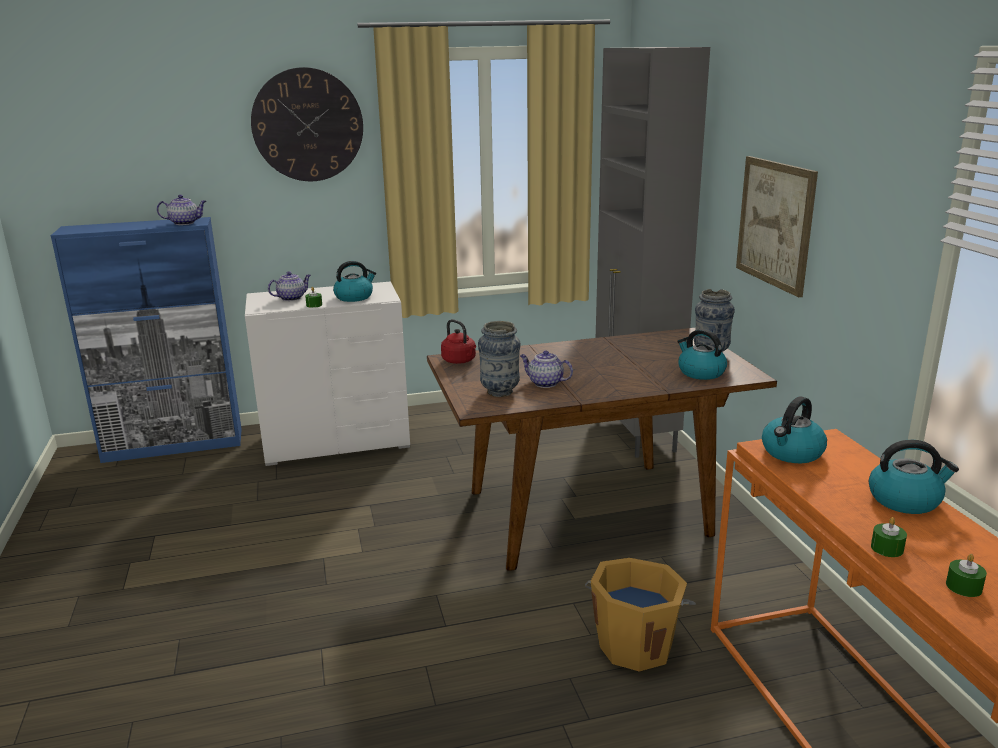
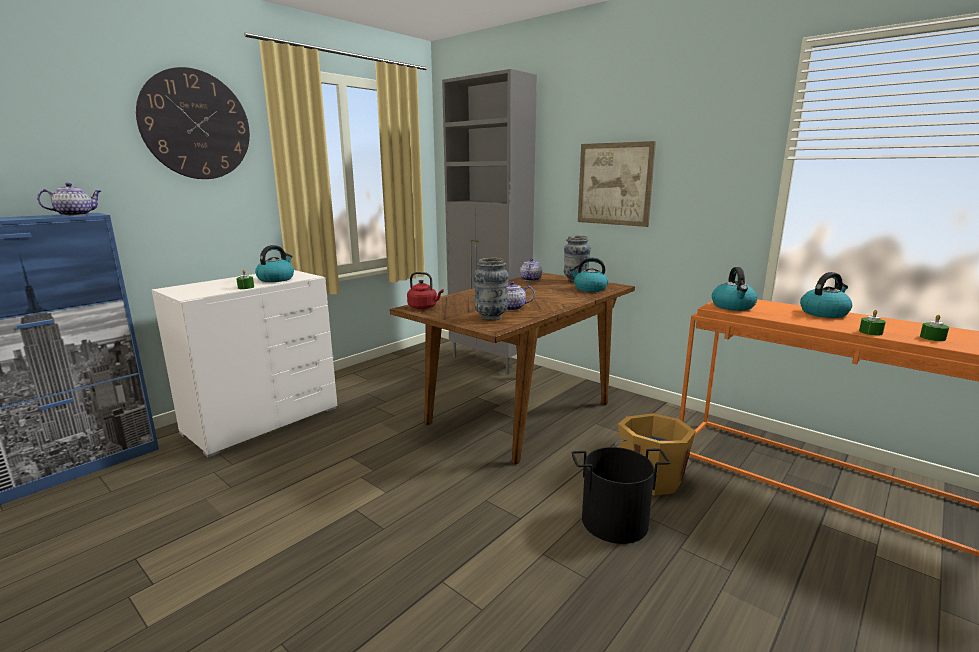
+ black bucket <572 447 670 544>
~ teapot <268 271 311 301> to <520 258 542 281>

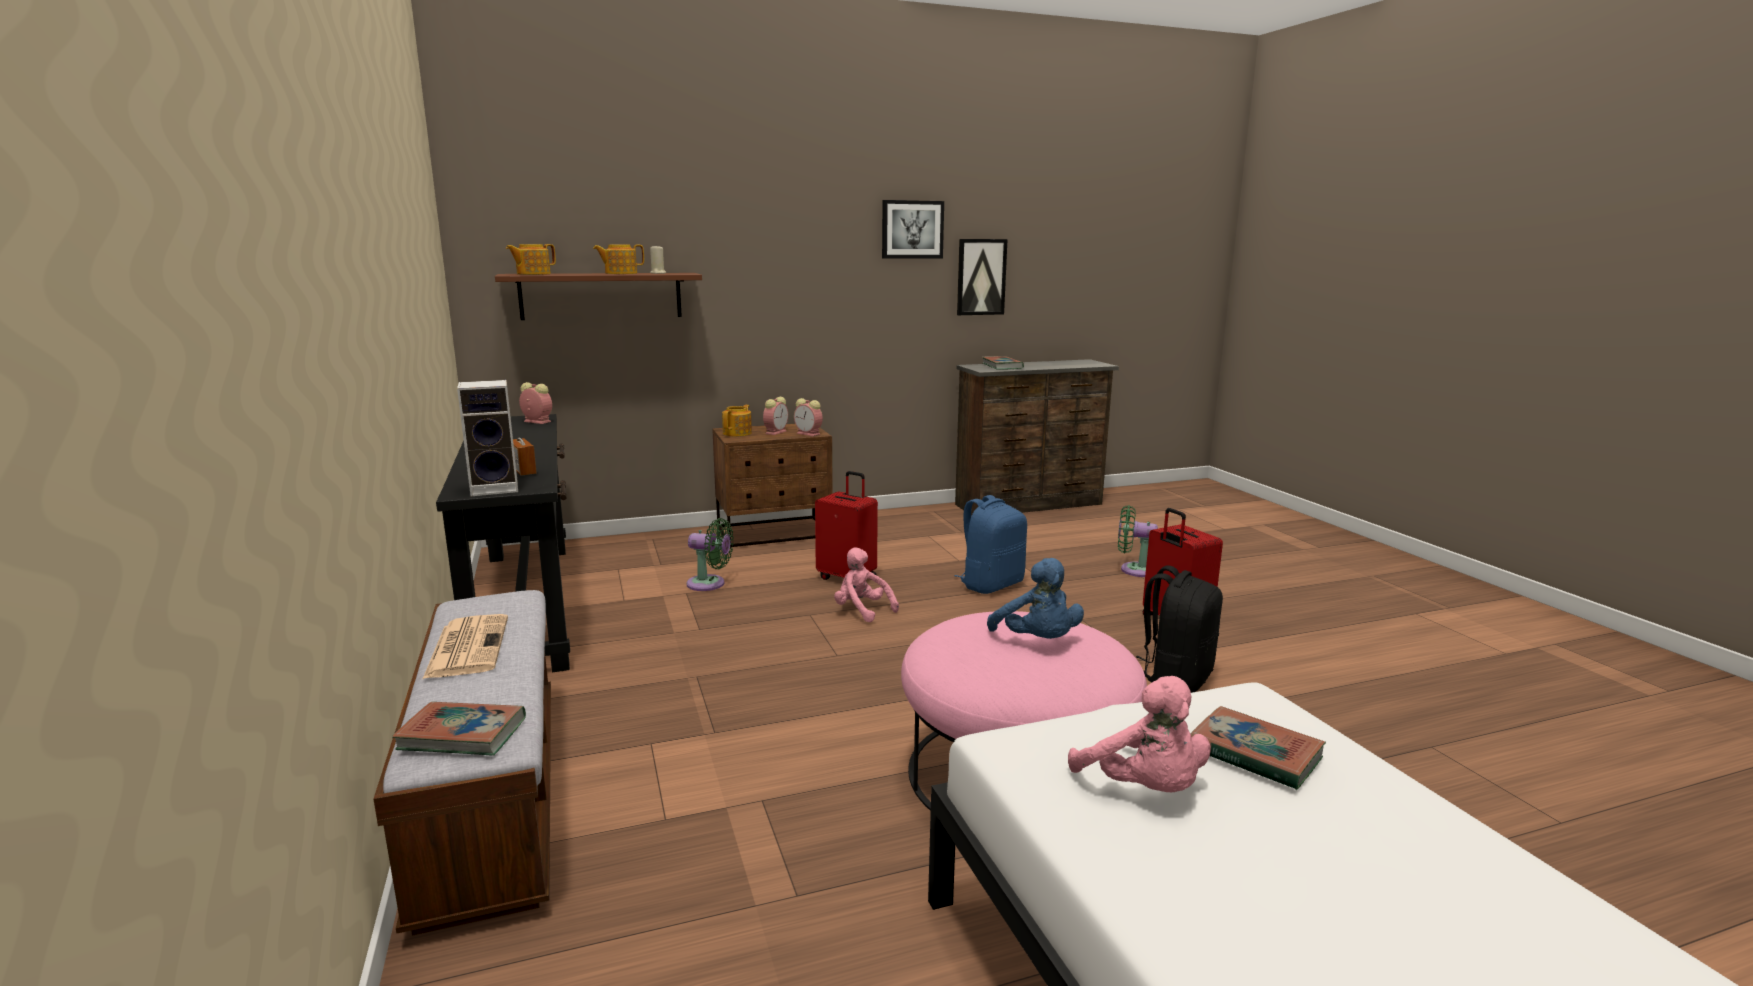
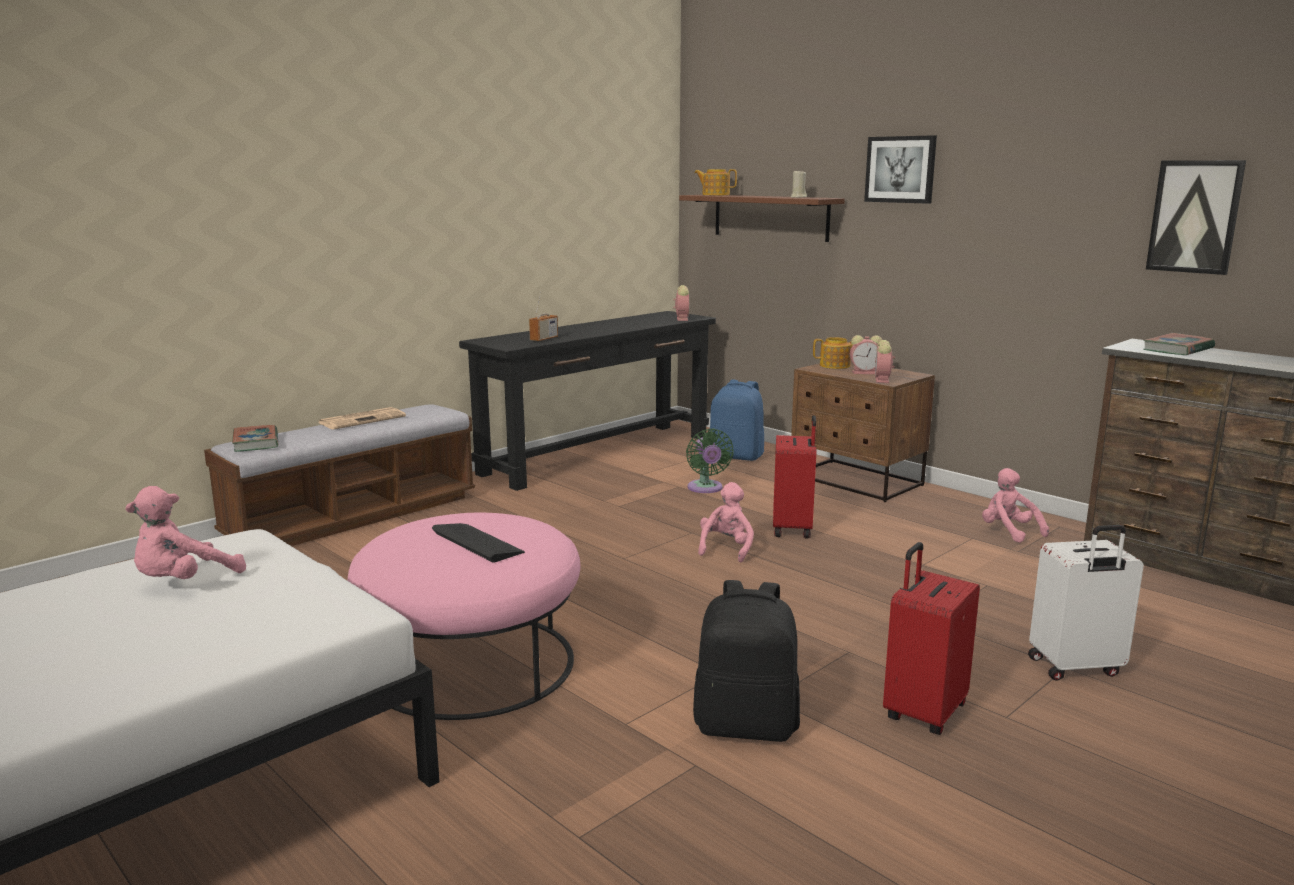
- speaker <457 380 518 496>
- teapot <593 244 644 274>
- book <1190 706 1326 790>
+ pink plush toy <982 468 1049 543>
~ picture <882 200 944 258> to <864 135 937 204>
~ blue backpack <955 495 1027 594> to <709 380 764 461>
~ blue plush toy <987 558 1084 639> to keyboard <432 523 525 562>
~ green fan <1118 505 1158 577> to white suitcase <1028 525 1144 681>

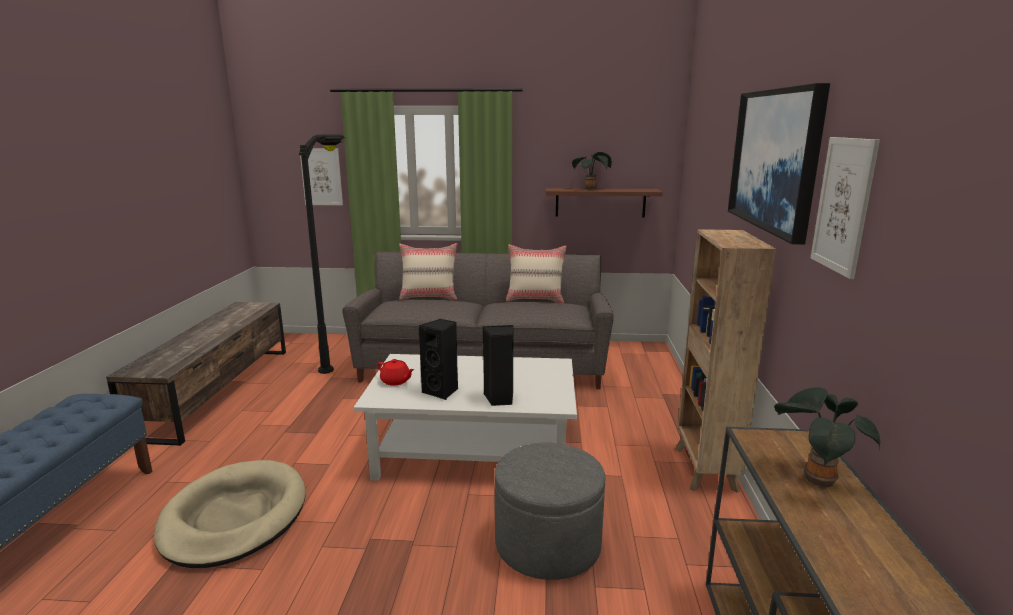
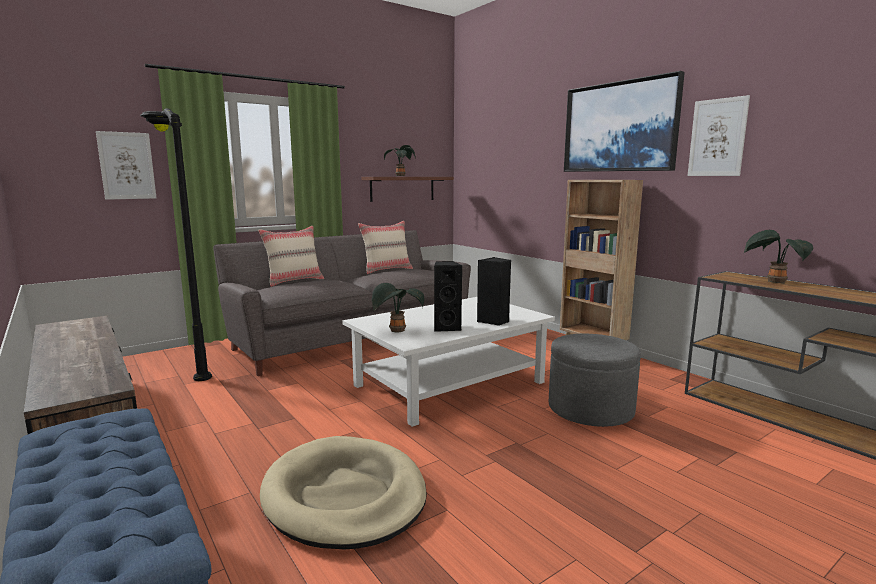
~ red teapot <377 359 414 386> to potted plant <372 283 424 333>

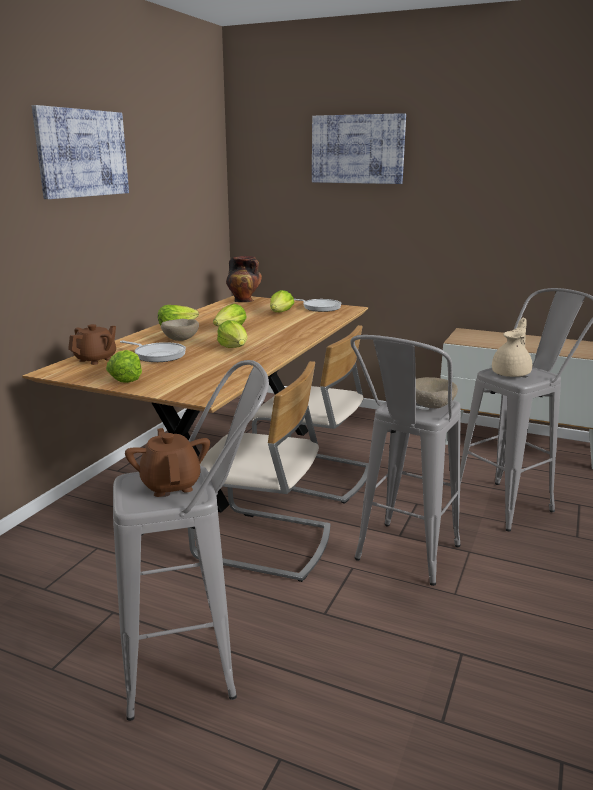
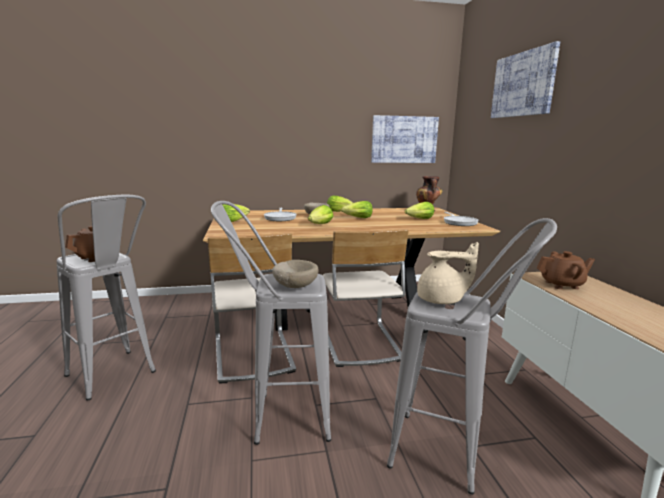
~ picture <32 105 129 199> to <371 115 439 163>
~ brown teapot <68 324 116 365> to <537 251 595 289>

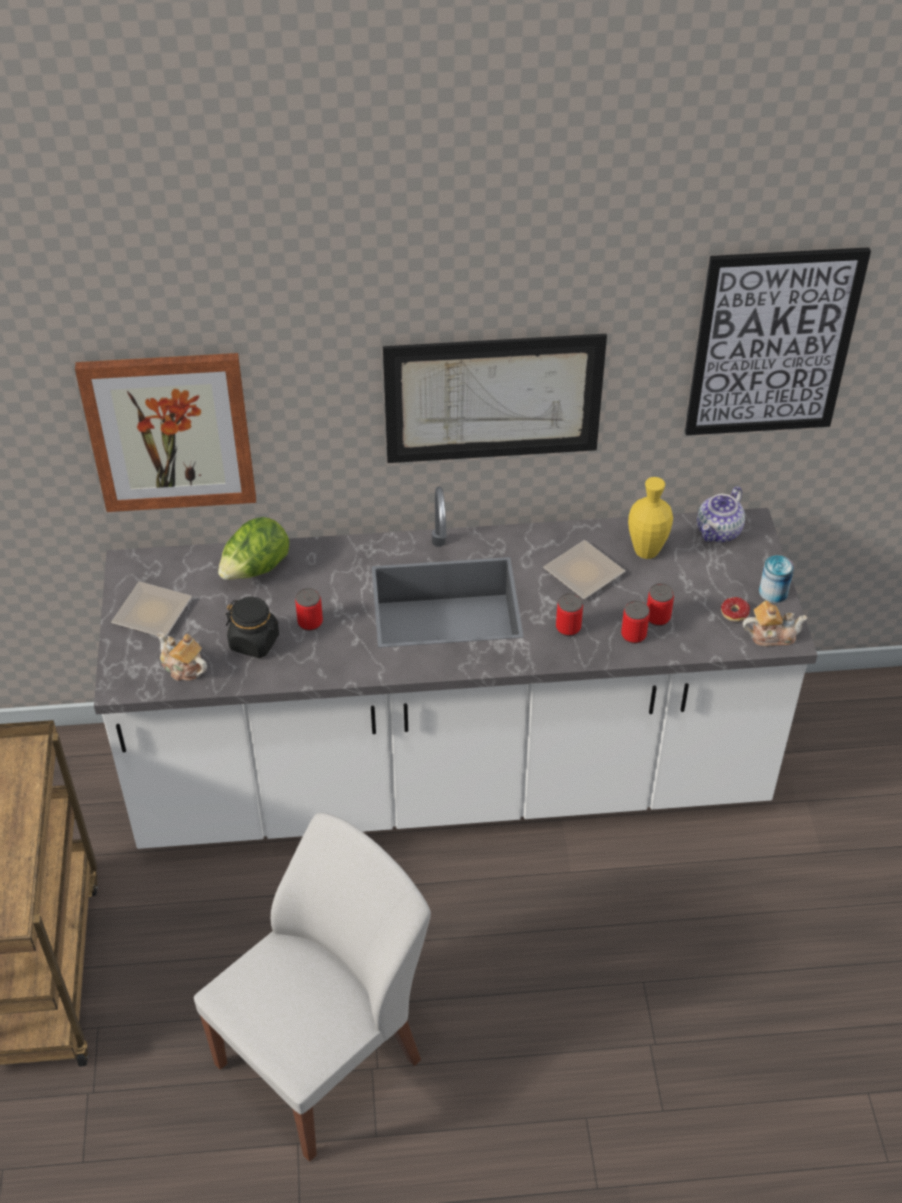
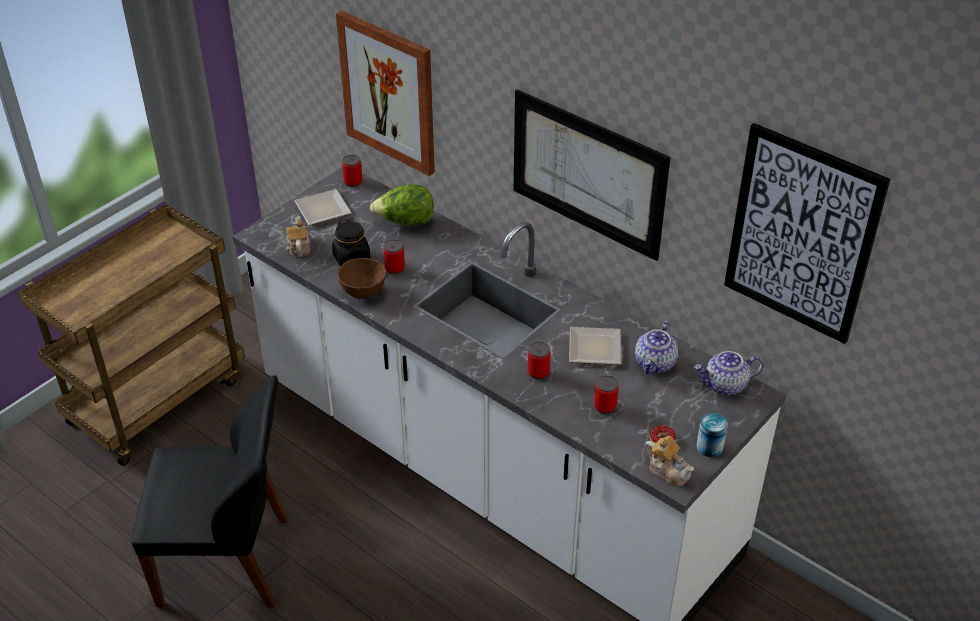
+ brown bowl <337 258 386 299>
~ can <621 601 650 644> to <342 155 362 187>
~ yellow vase <628 477 673 559> to teapot <635 321 678 374>
~ white chair <194 813 431 1162> to black chair <131 375 288 608>

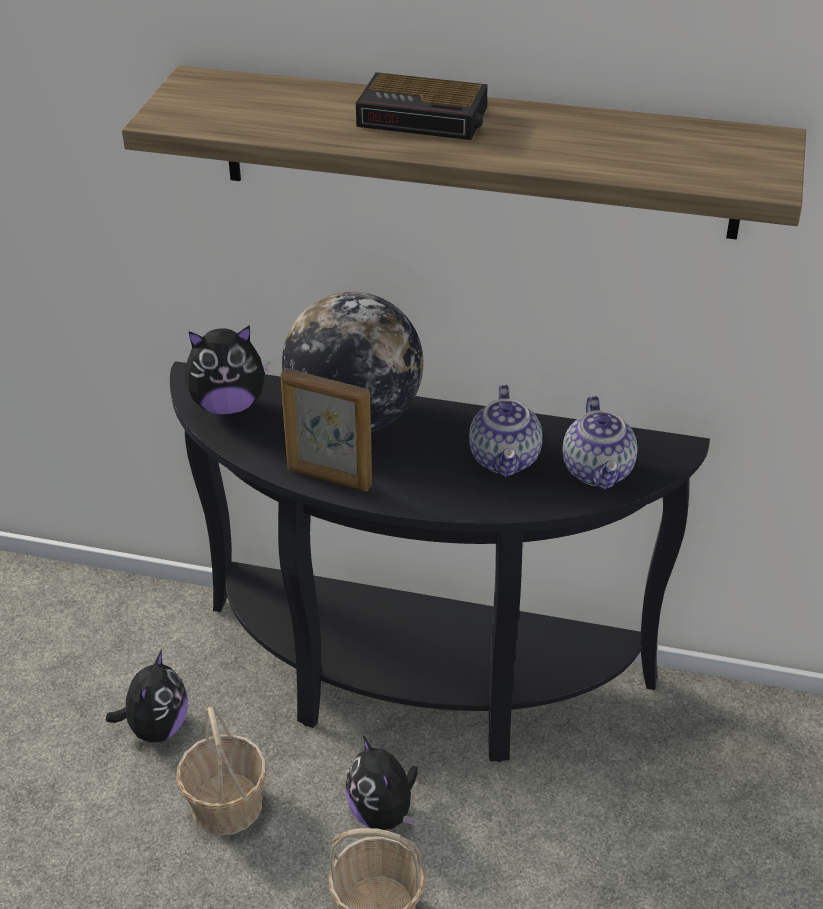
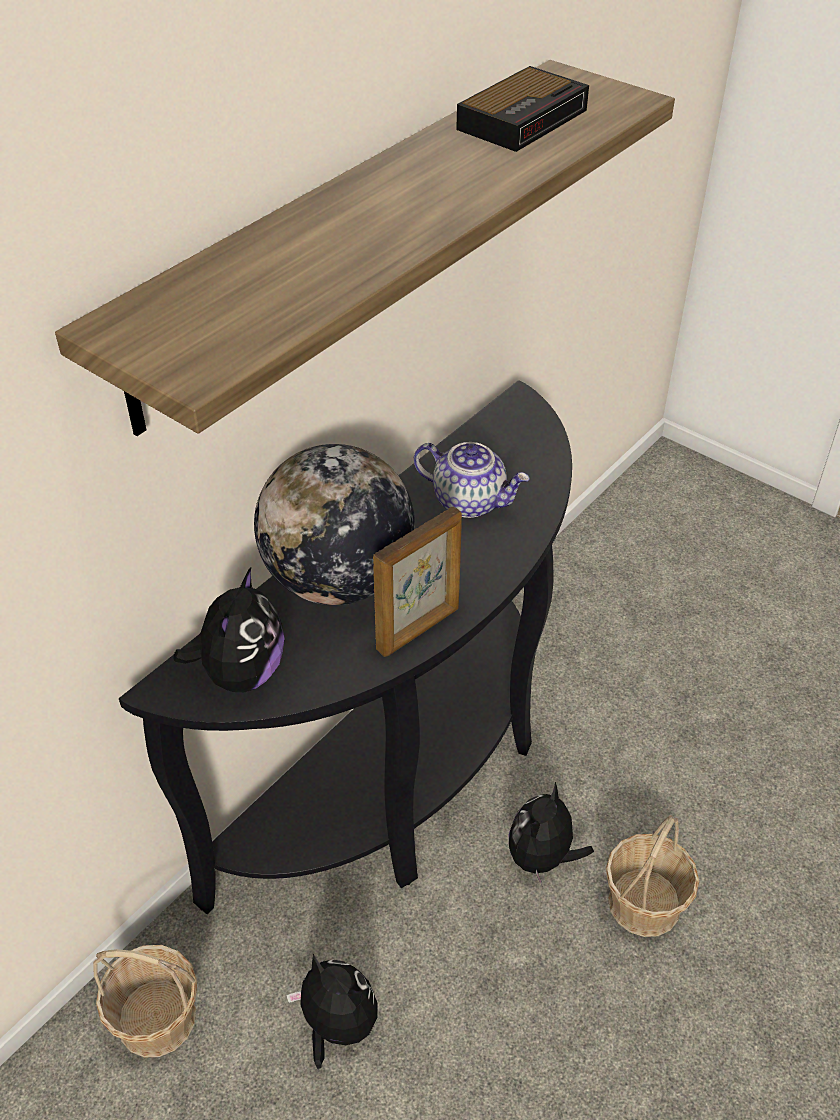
- teapot <563 395 638 490>
~ basket <176 706 266 835> to <93 945 197 1058>
~ alarm clock <356 72 488 140> to <456 66 589 152>
~ plush toy <345 736 418 830> = <509 782 594 885> 120 degrees clockwise

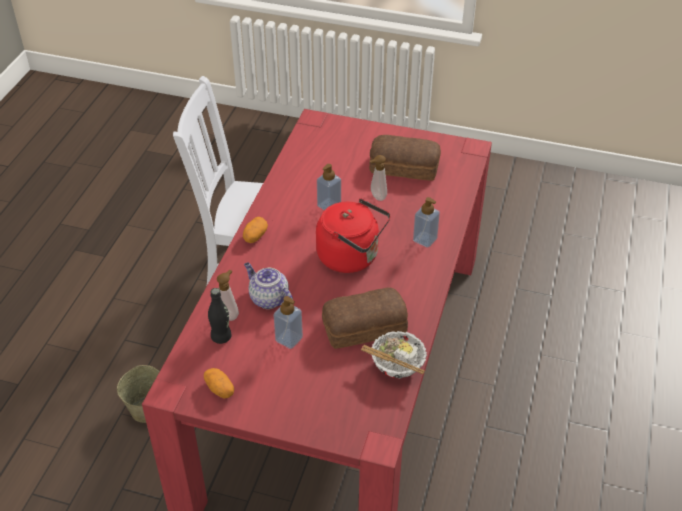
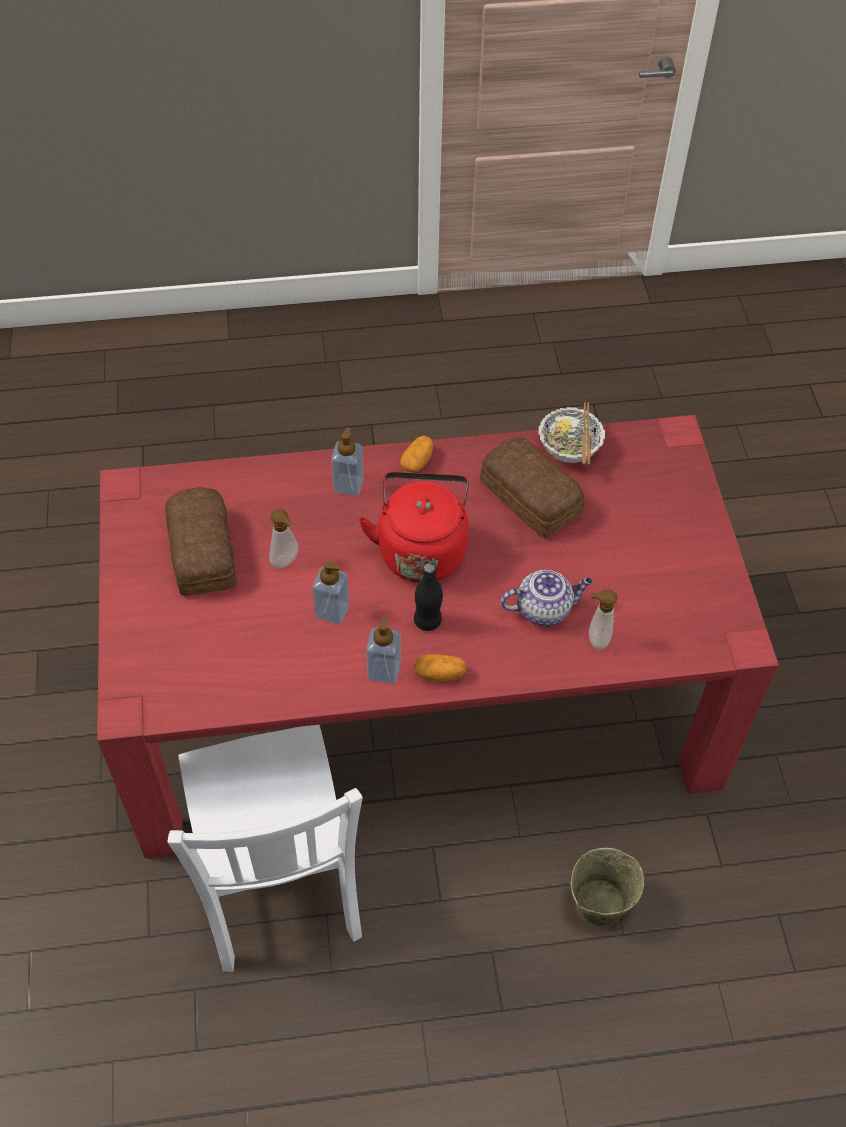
~ potato <204 368 235 399> to <400 436 433 473>
~ black bottle <208 288 232 344> to <414 563 443 631>
~ soap dispenser <274 296 303 349> to <366 616 401 684>
~ teapot <244 263 293 309> = <500 570 593 626> 120 degrees counterclockwise

